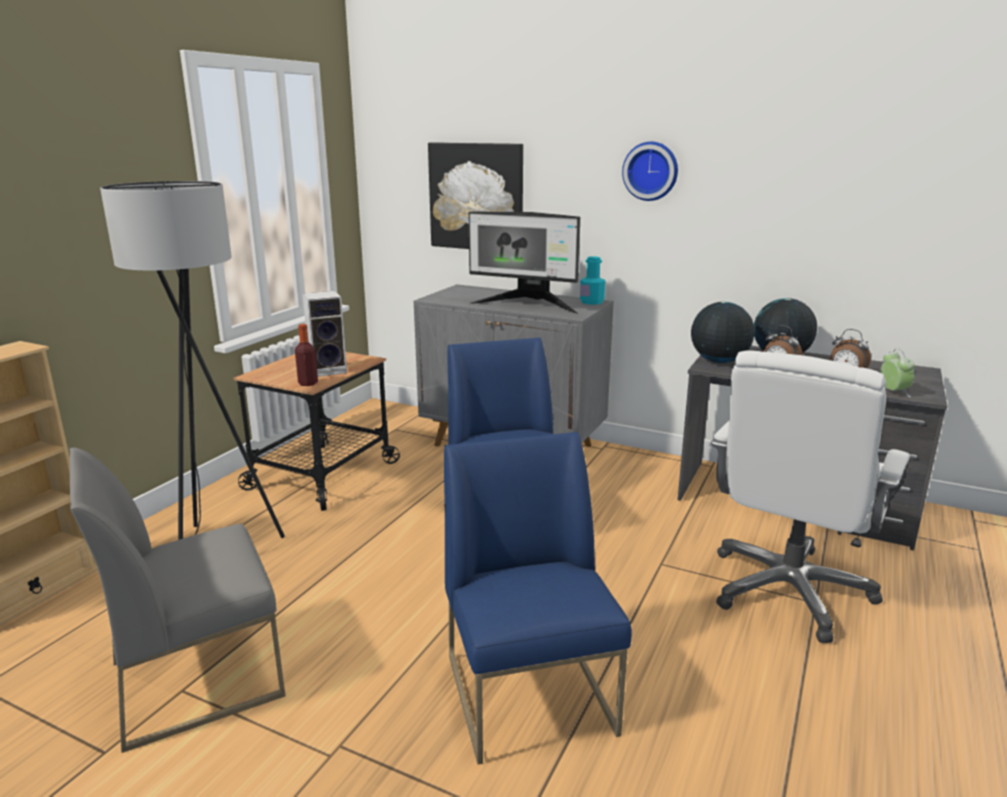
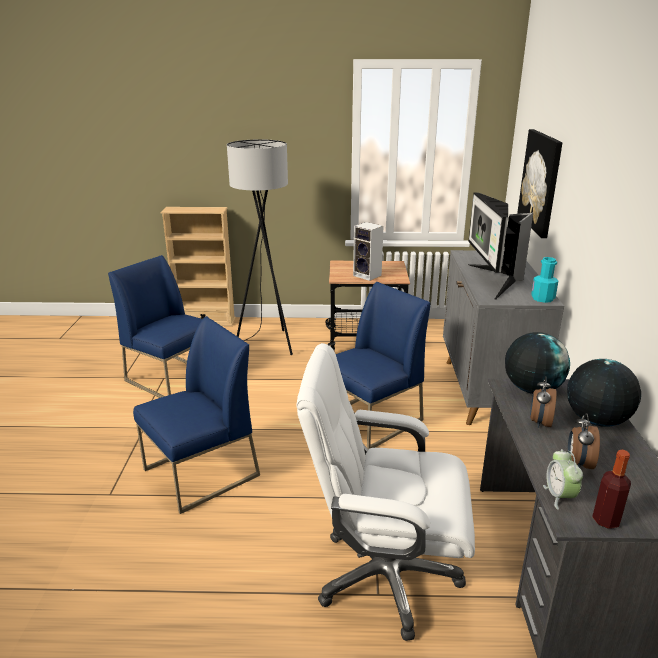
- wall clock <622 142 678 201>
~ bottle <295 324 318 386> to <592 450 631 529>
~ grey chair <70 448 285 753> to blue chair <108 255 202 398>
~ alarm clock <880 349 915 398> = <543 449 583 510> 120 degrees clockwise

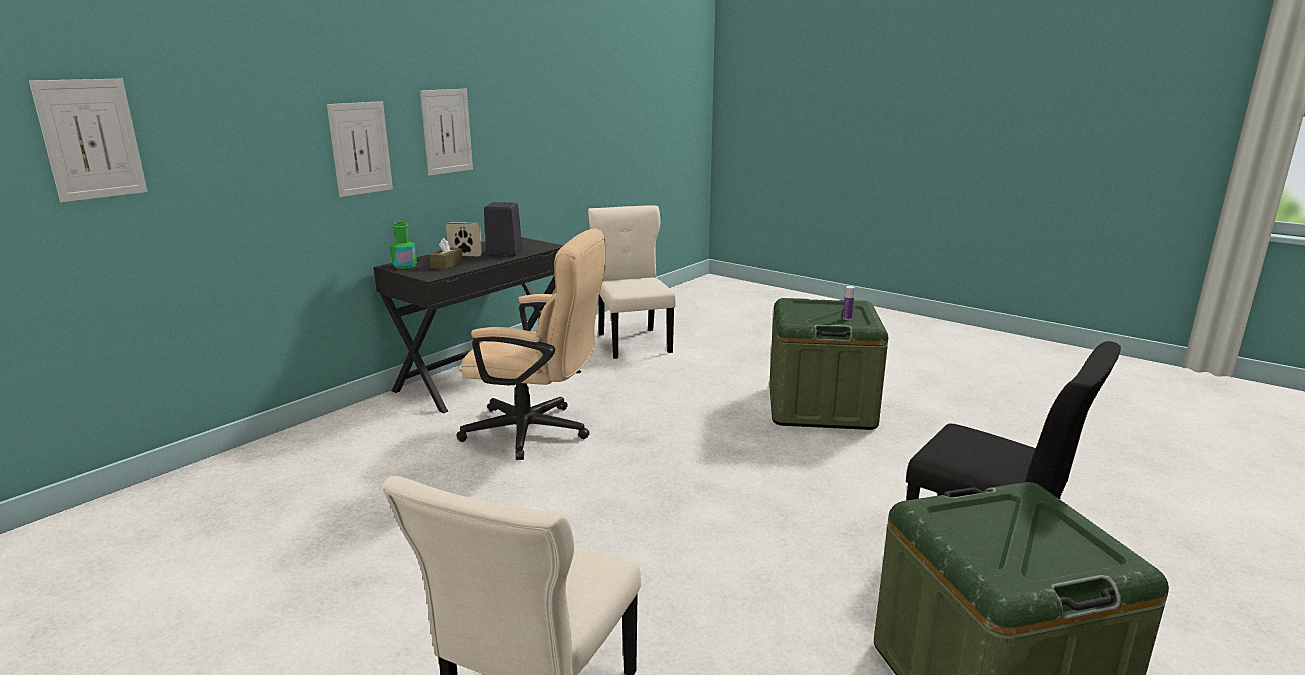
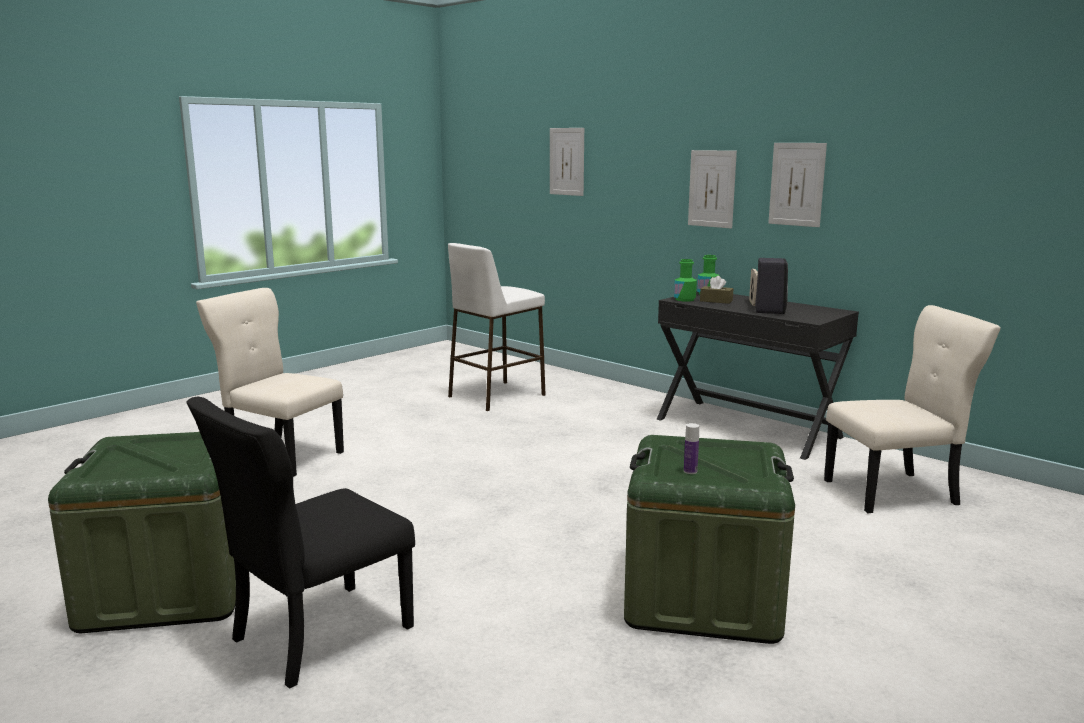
- beige office chair <456 229 606 460>
+ white stool <448 243 546 411>
+ green bottle <674 259 697 302>

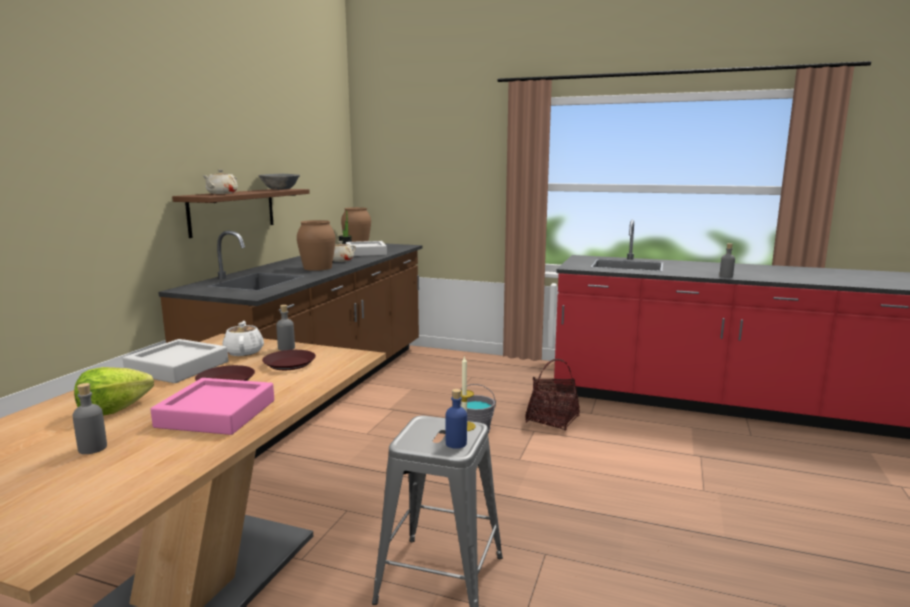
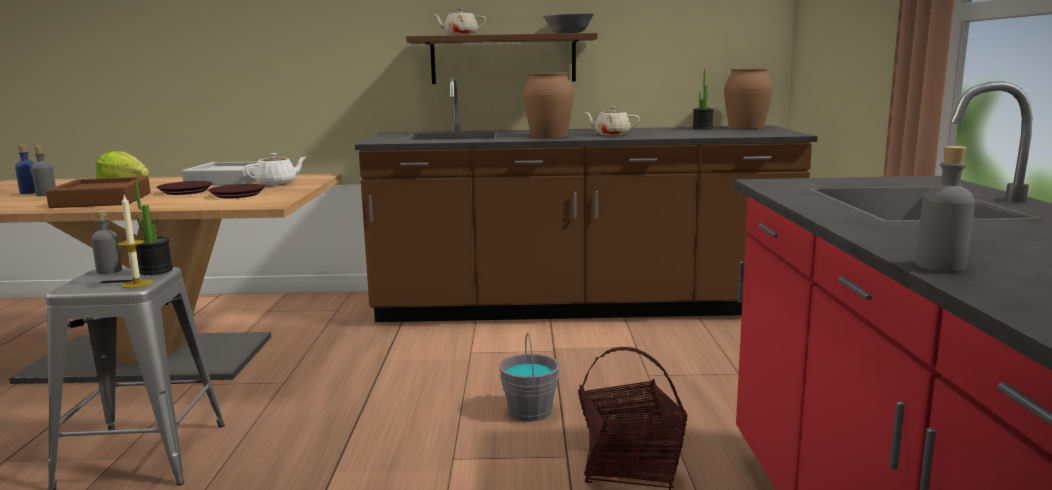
- grey tray <346 241 387 256>
+ potted plant <134 181 173 275>
~ grey bottle <276 305 295 351> to <91 210 122 274>
~ blue bottle <446 389 467 449> to <15 145 35 194>
~ pink tray <150 378 274 435> to brown tray <46 177 150 208>

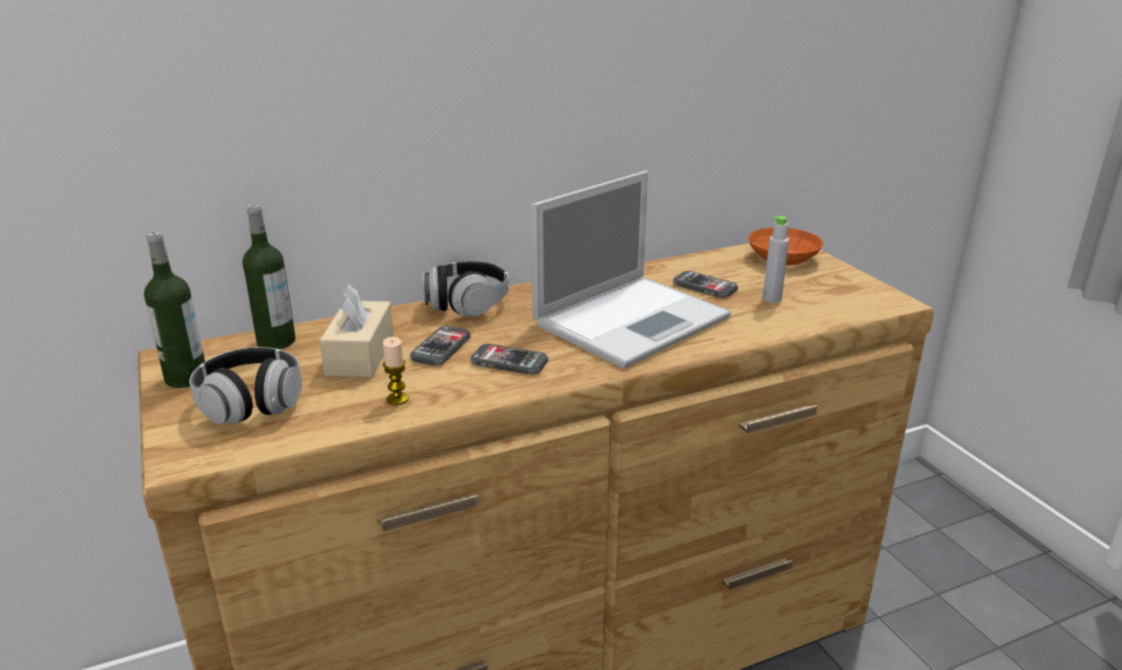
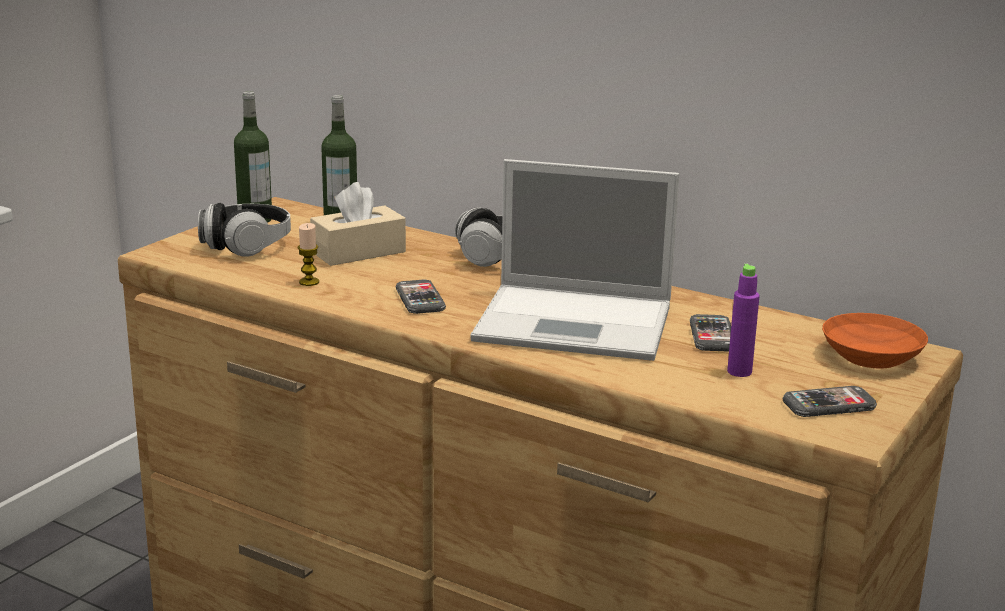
~ phone <410 326 471 366> to <783 386 877 417>
~ grey bottle <763 216 789 303> to purple bottle <727 264 760 377>

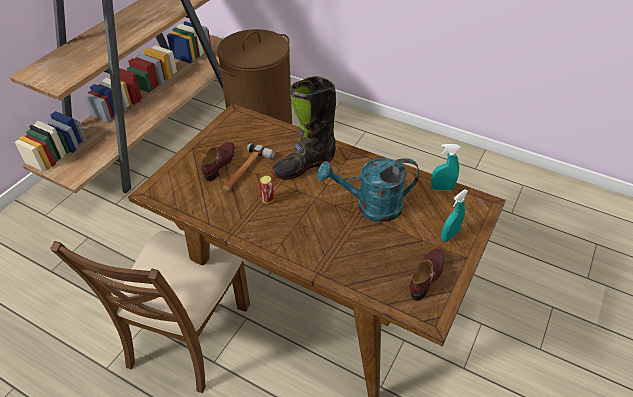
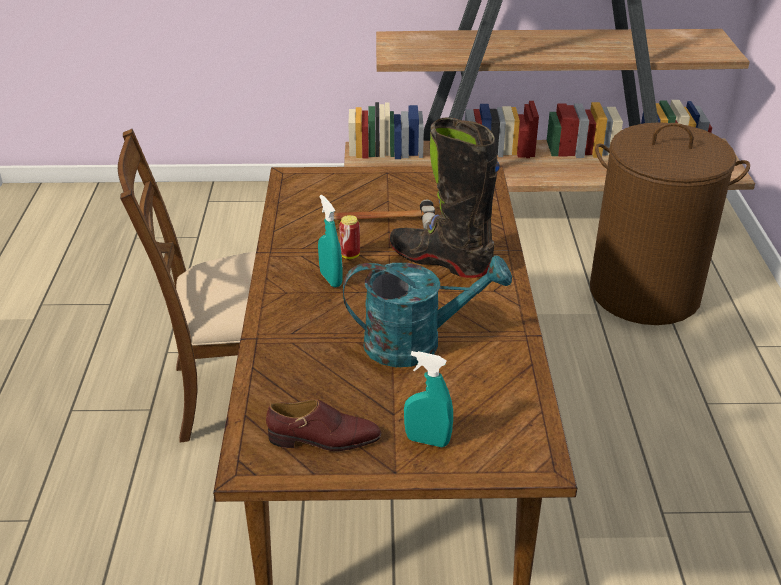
- brown shoe <201 142 235 181>
~ turquoise spray bottle <431 144 460 190> to <318 195 343 287>
~ turquoise watering can <317 158 420 222> = <343 255 512 367> 120 degrees clockwise

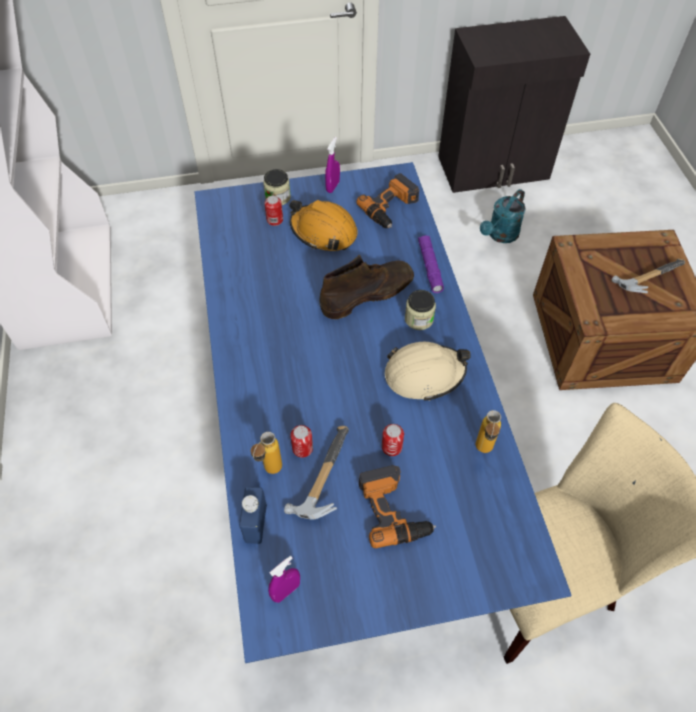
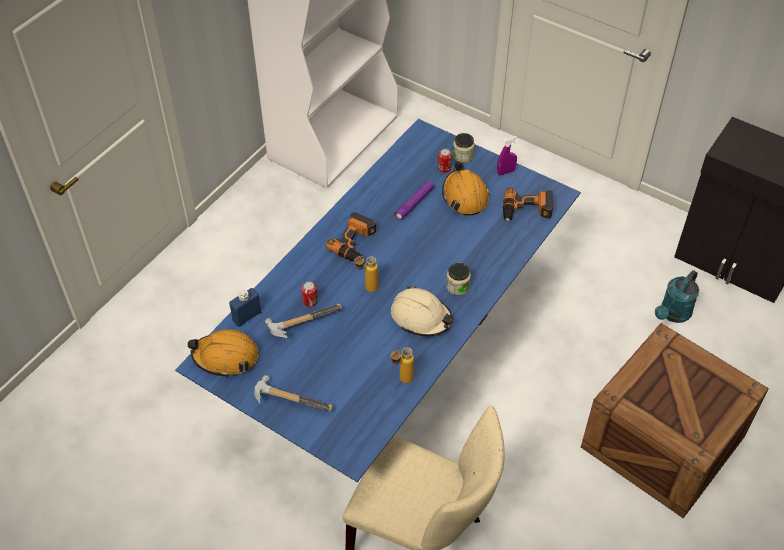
- brown boot <319 255 414 319>
- can <382 424 404 456>
~ bottle <251 432 282 474> to <354 256 378 292>
~ power drill <359 465 436 548> to <326 212 376 262>
~ purple flashlight <418 235 444 293> to <394 181 435 220>
~ hammer <612 258 685 293> to <254 375 333 412>
~ purple spray bottle <268 556 300 603> to orange hard hat <188 329 259 377>
~ turquoise watering can <480 189 526 243> = <655 270 699 323> 45 degrees counterclockwise

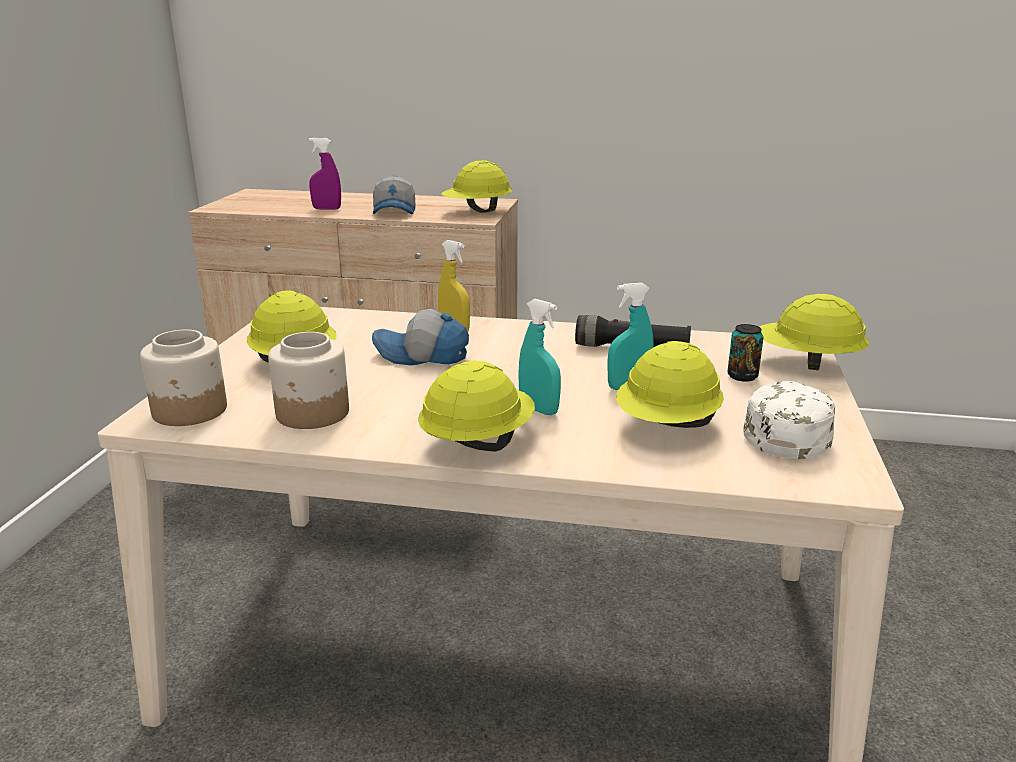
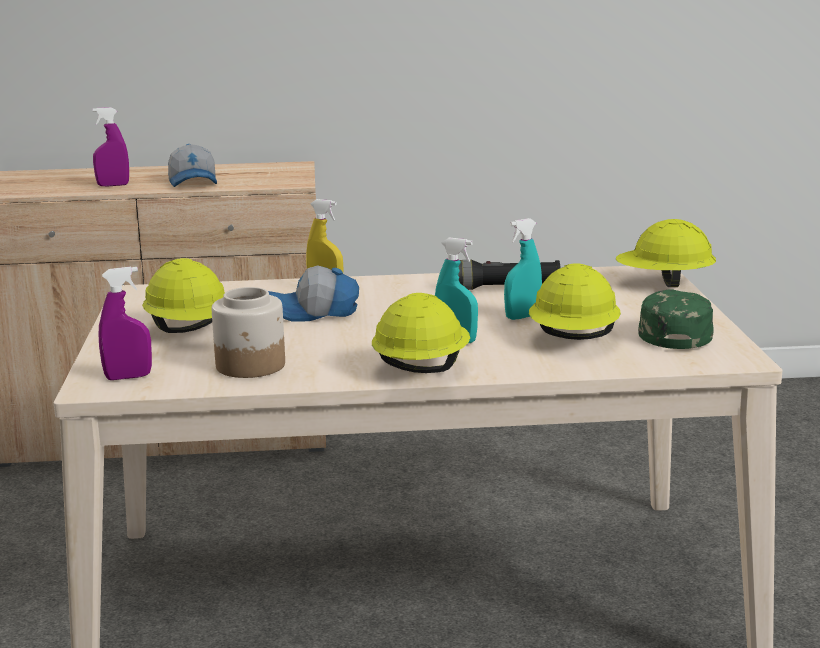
- yellow hard hat <441 160 512 213>
- can <728 324 764 382>
~ jar <140 330 227 426> to purple spray bottle <98 266 152 380>
~ white cap <744 381 835 459> to green cap <638 289 714 349>

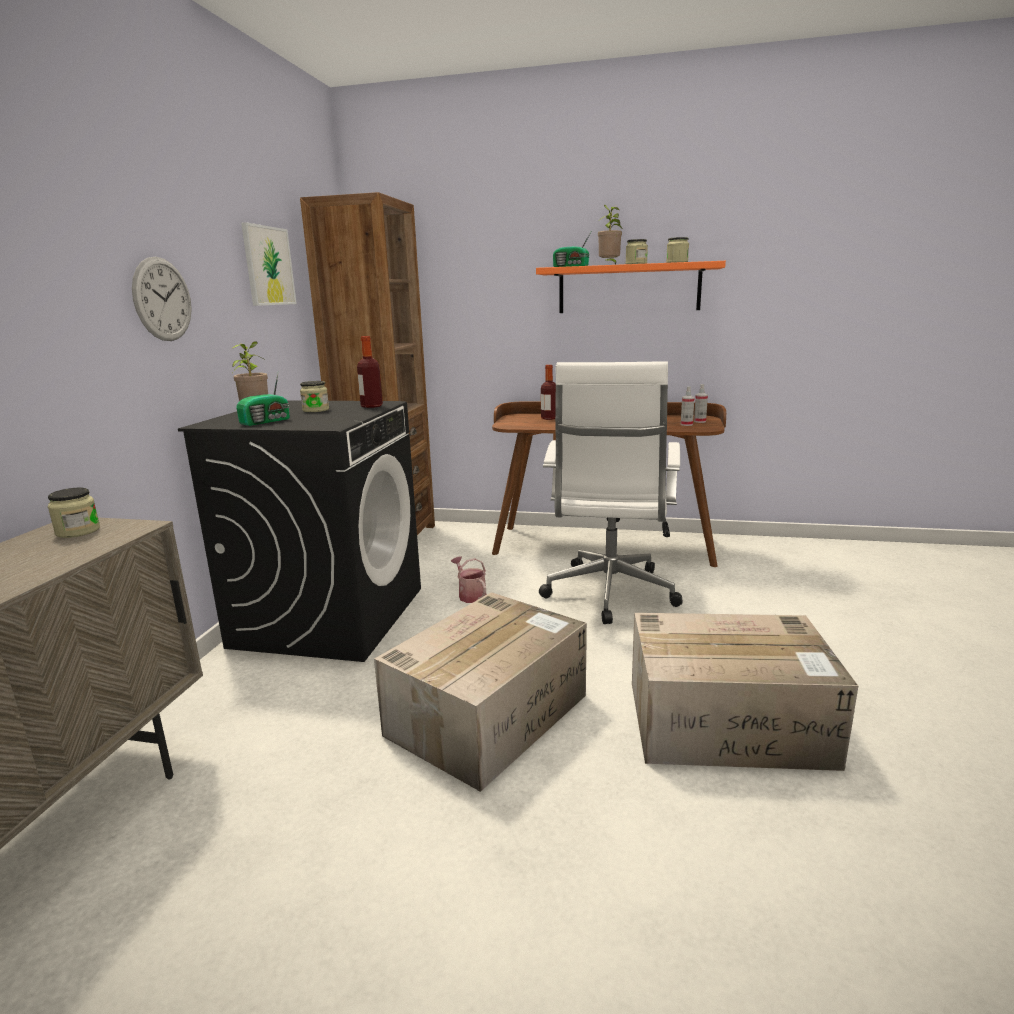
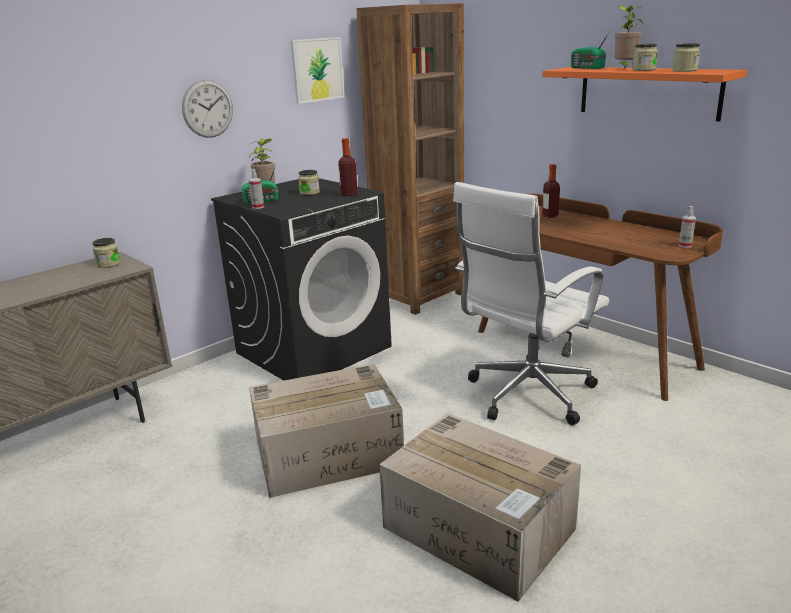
- watering can <451 556 486 603>
~ spray bottle <681 386 694 426> to <249 169 264 209>

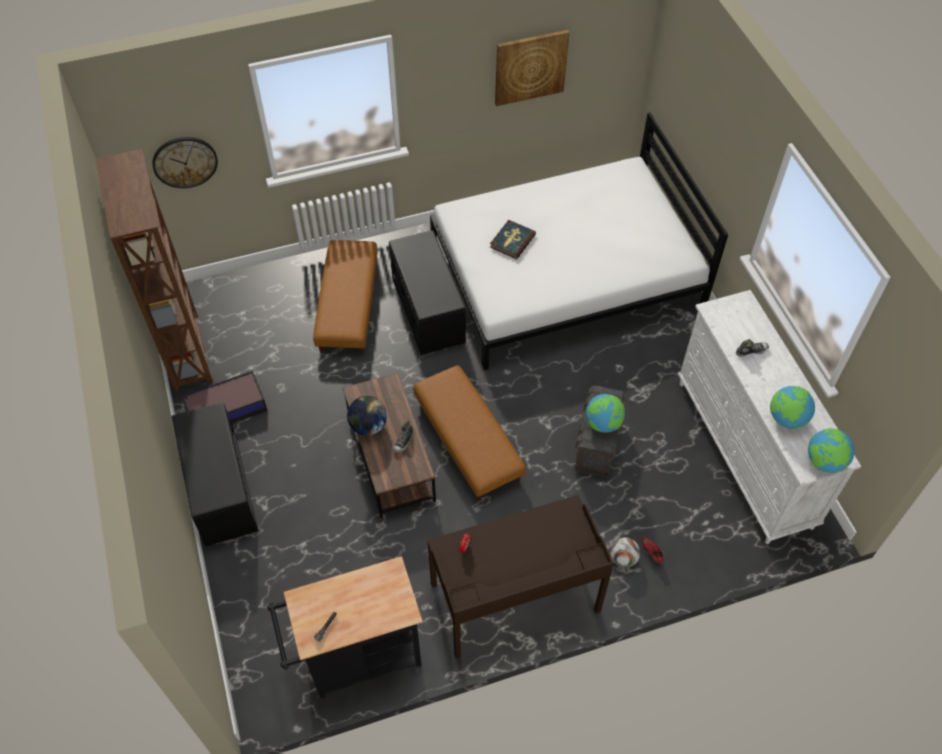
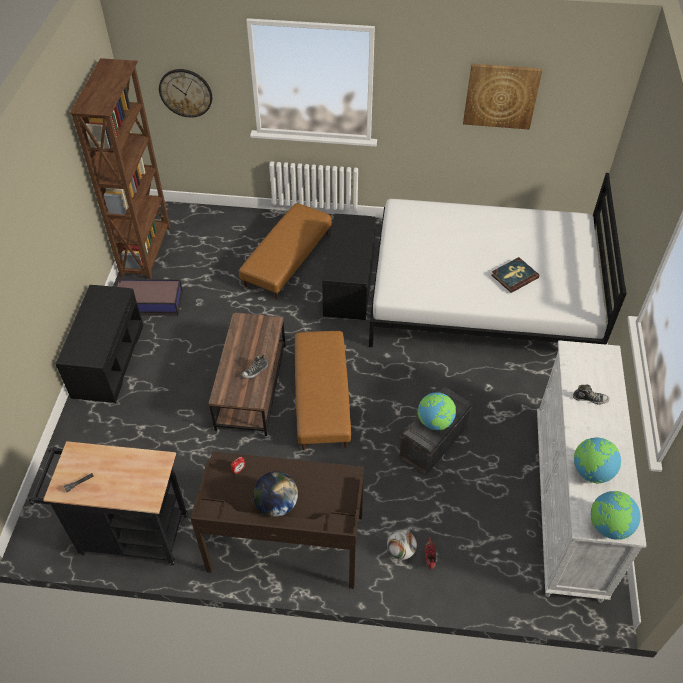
~ globe <347 396 387 436> to <253 471 298 517>
~ book <490 220 536 259> to <492 257 539 293>

